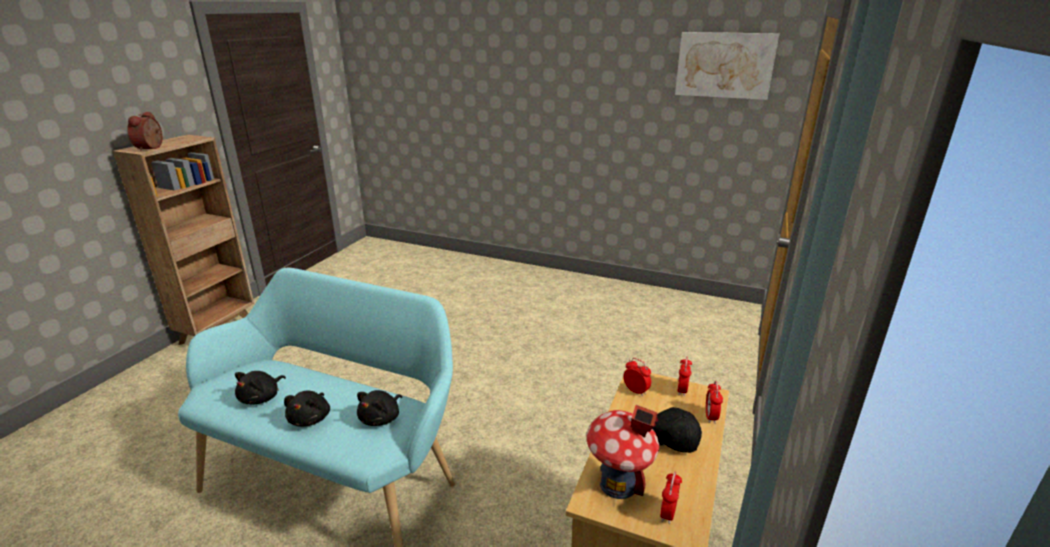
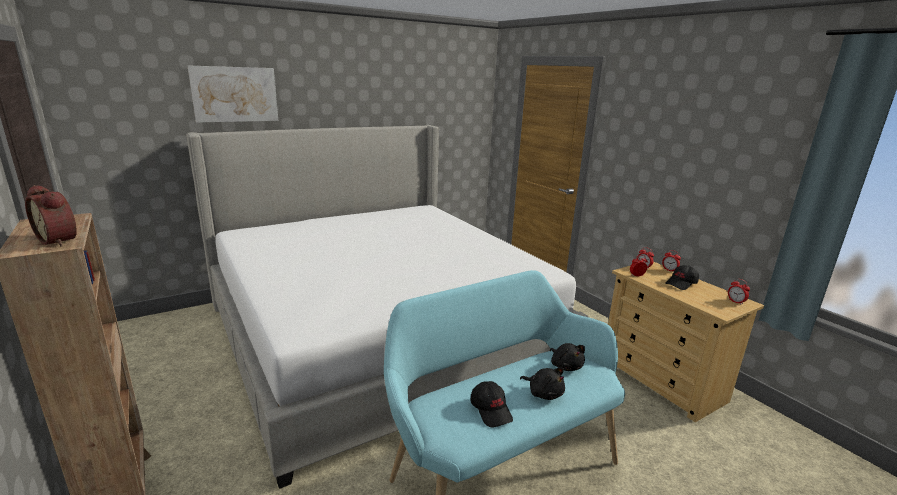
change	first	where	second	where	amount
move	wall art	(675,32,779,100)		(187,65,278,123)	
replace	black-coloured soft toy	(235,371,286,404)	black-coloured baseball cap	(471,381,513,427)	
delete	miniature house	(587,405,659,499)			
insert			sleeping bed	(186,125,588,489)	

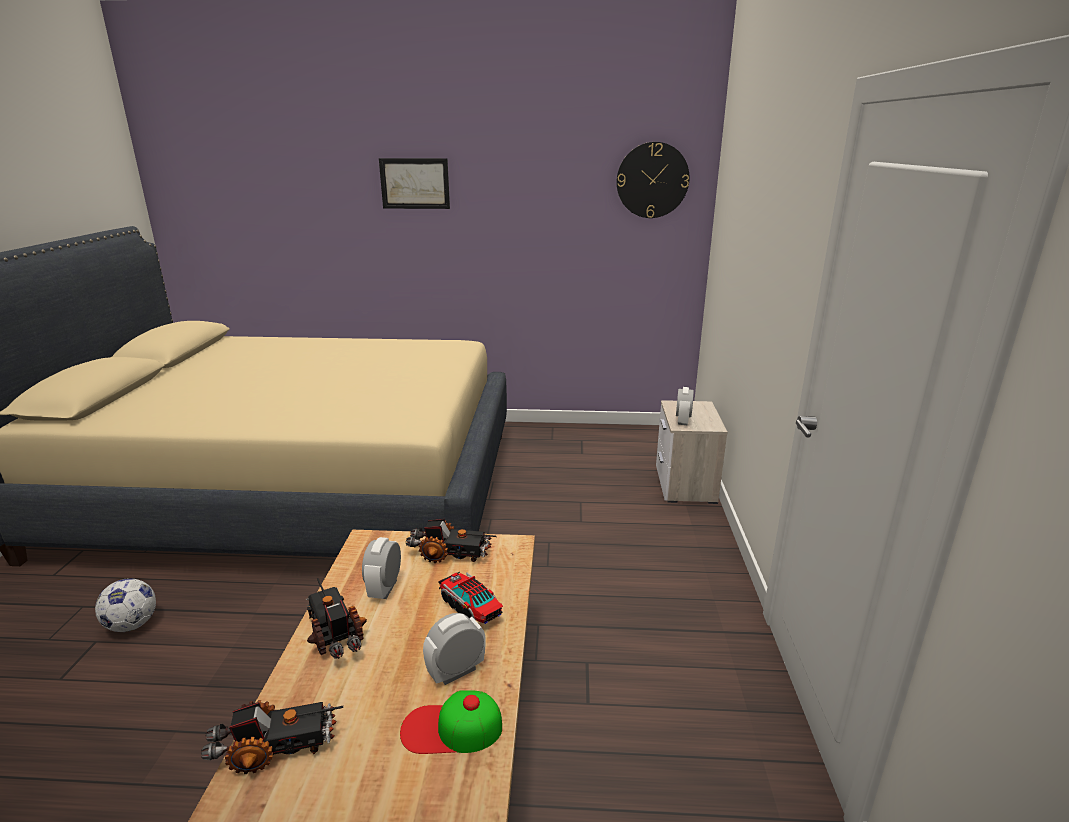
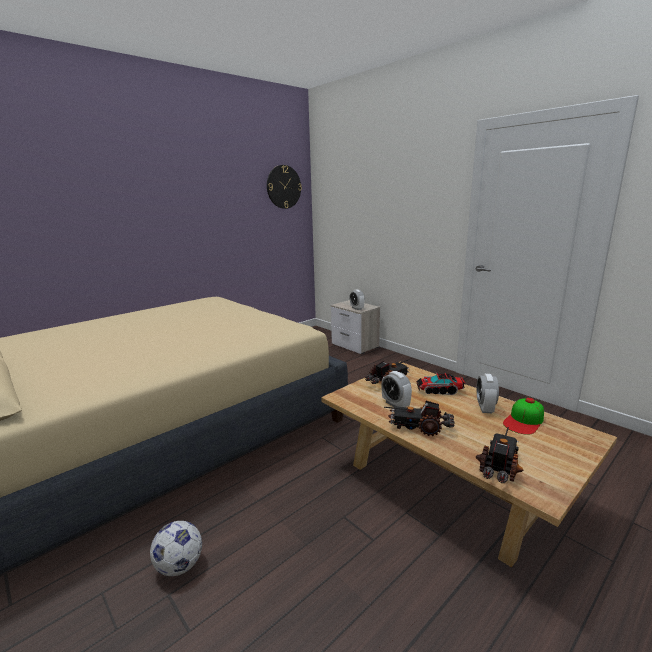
change	first	where	second	where	amount
delete	wall art	(379,158,450,209)			

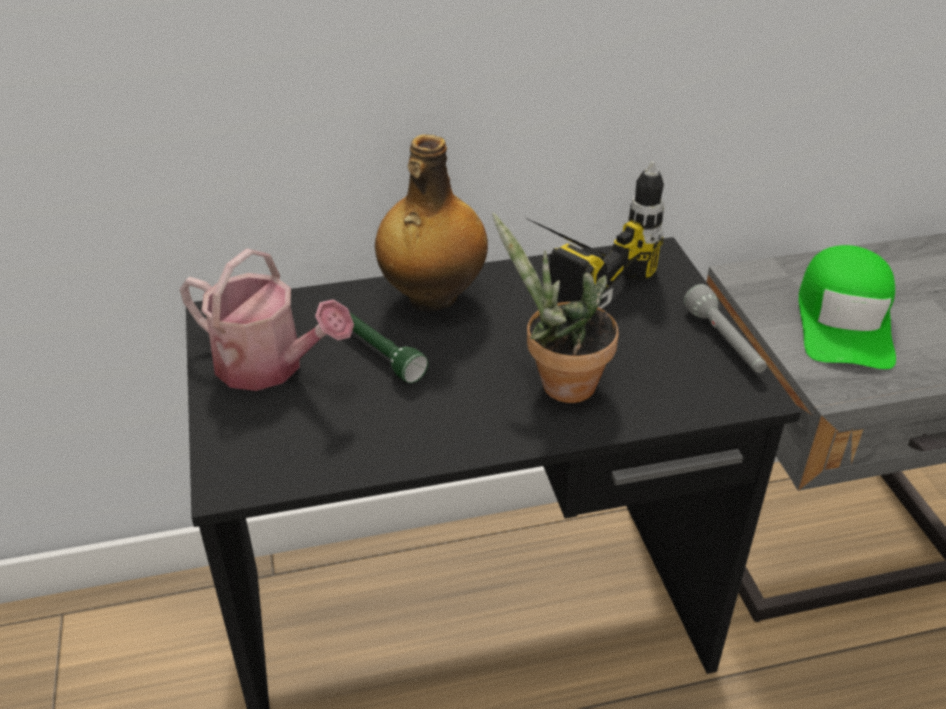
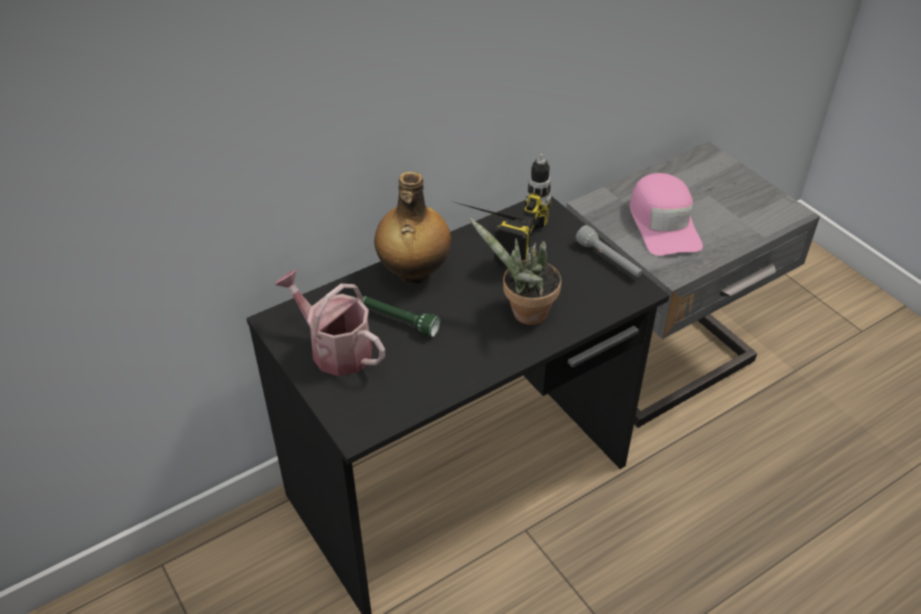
change	first	where	second	where	amount
recolor	green baseball cap	(799,245,896,369)	pink baseball cap	(630,173,703,256)	
rotate	watering pot	(180,248,354,391)		(274,270,385,376)	150 degrees counterclockwise

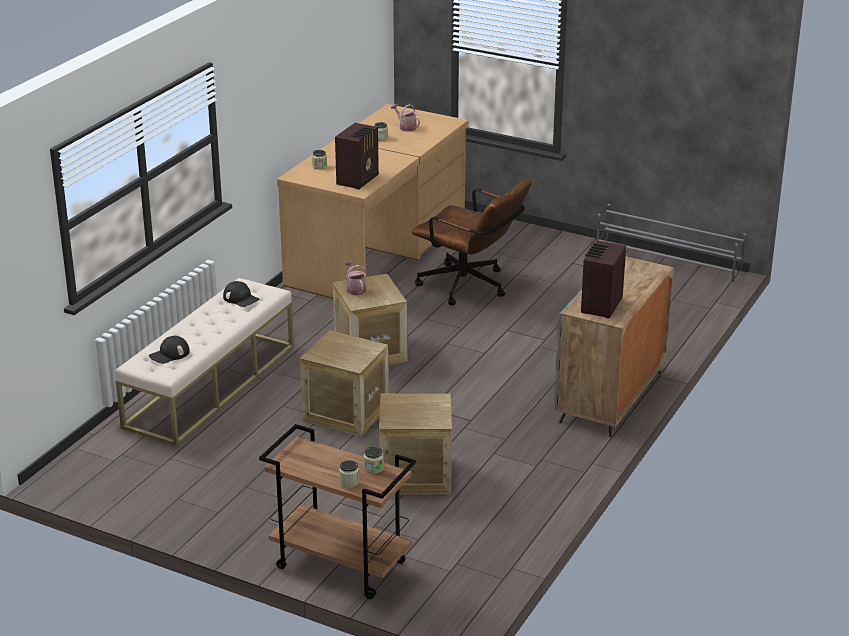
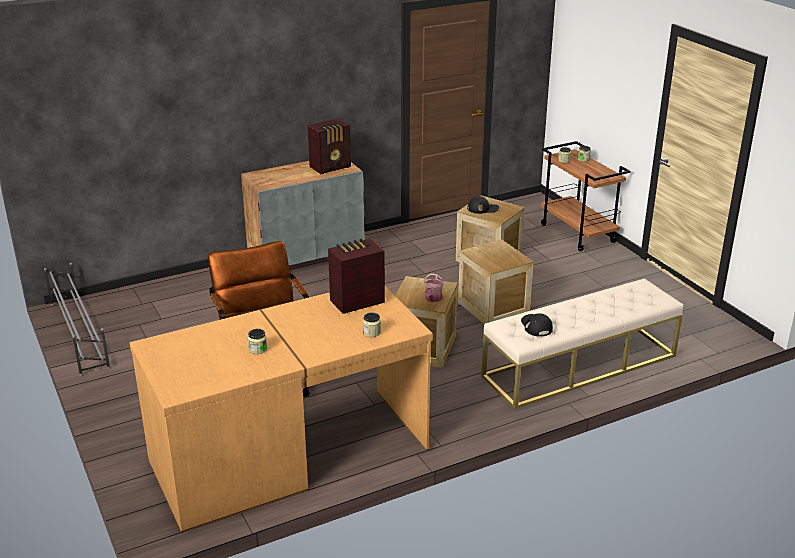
change	first	where	second	where	amount
delete	watering pot	(391,104,420,132)			
move	black-coloured baseball cap	(149,336,190,364)		(467,196,499,214)	

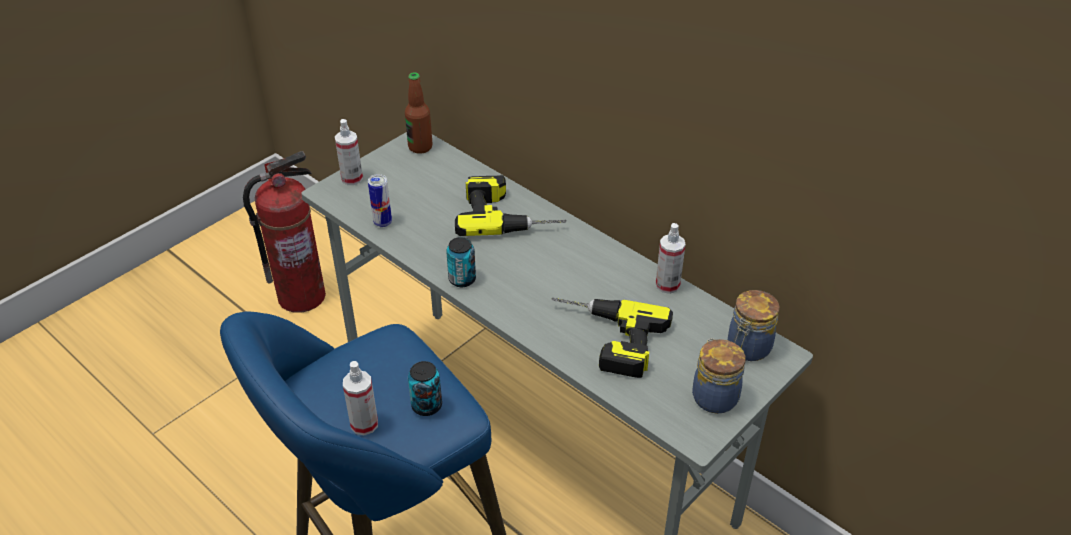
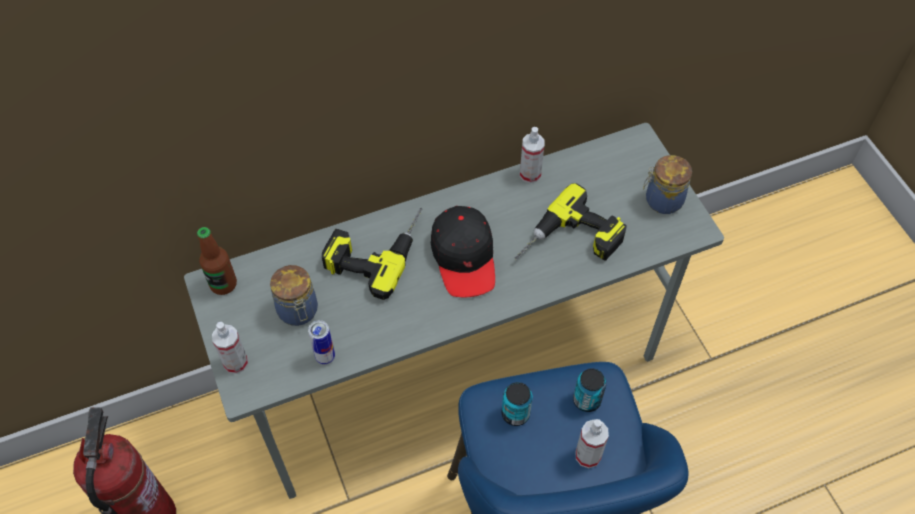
change	first	where	second	where	amount
move	metal can	(446,237,476,287)		(501,382,533,426)	
move	preserve jar	(728,290,780,361)		(270,265,318,326)	
insert			black-coloured baseball cap	(431,206,495,297)	

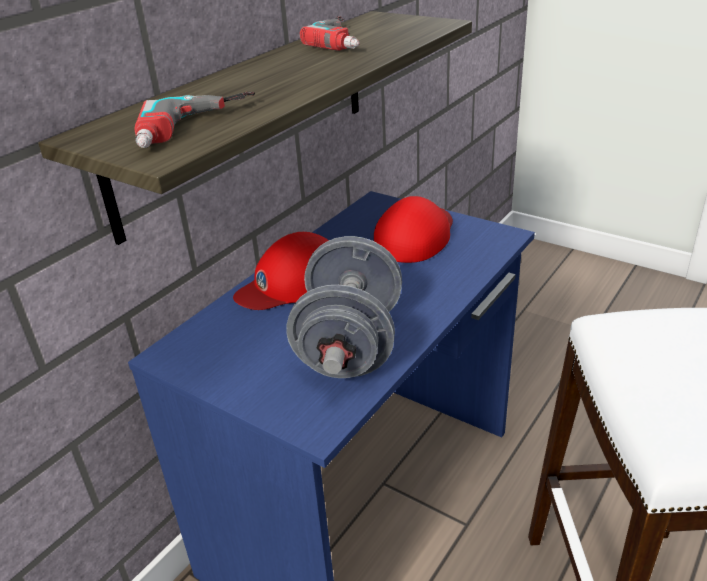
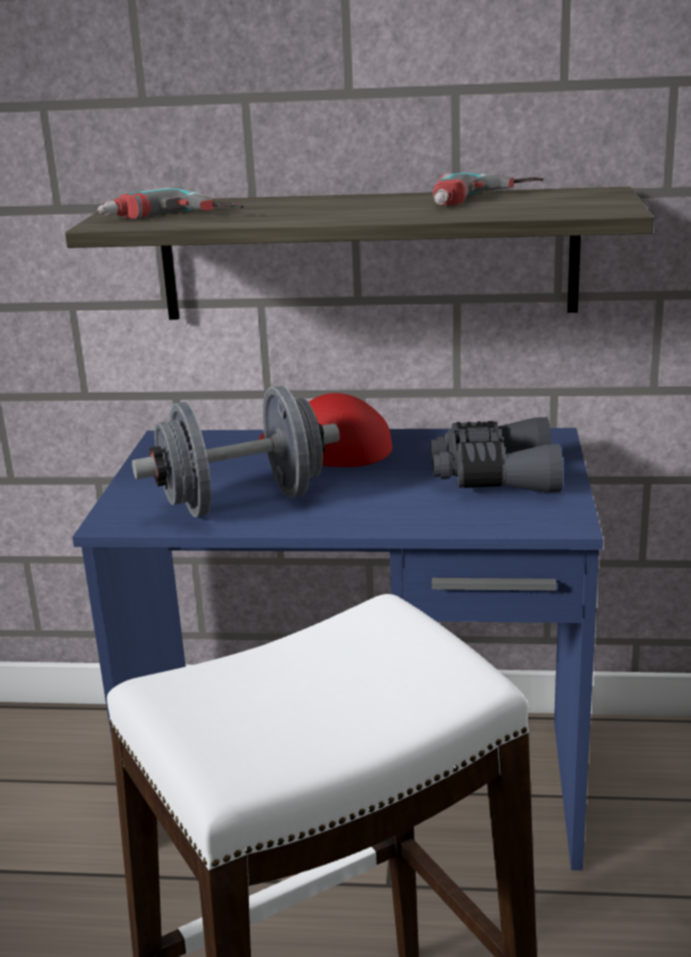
change	first	where	second	where	amount
replace	red baseball cap	(374,196,453,263)	greyish binoculars	(430,417,563,493)	

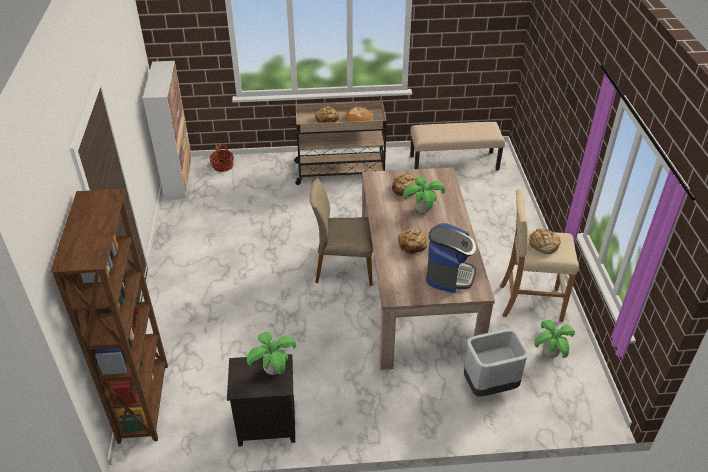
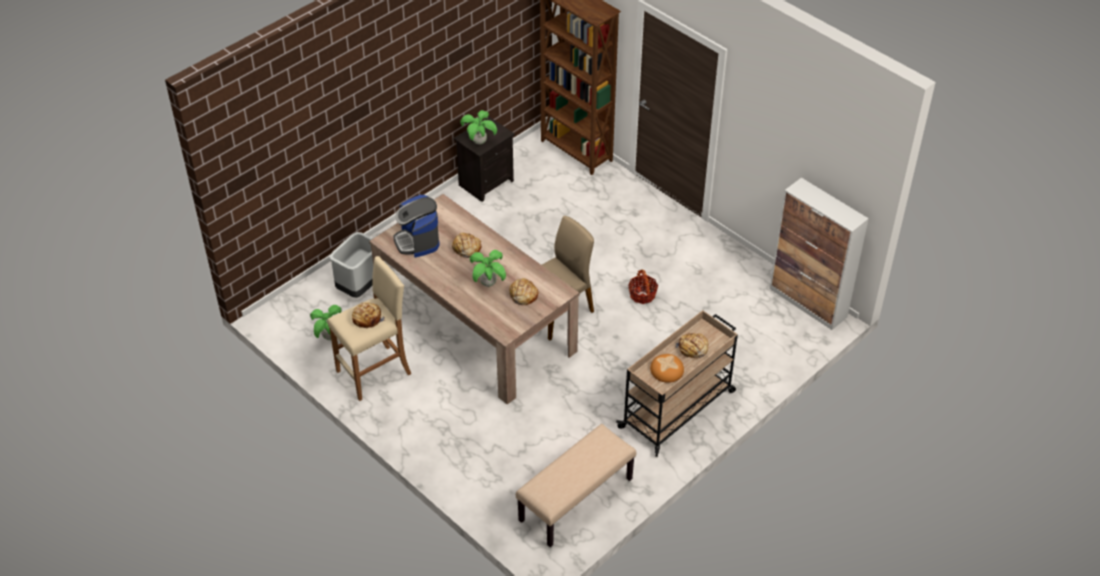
change	first	where	second	where	amount
move	basket	(209,143,234,172)		(628,270,658,304)	

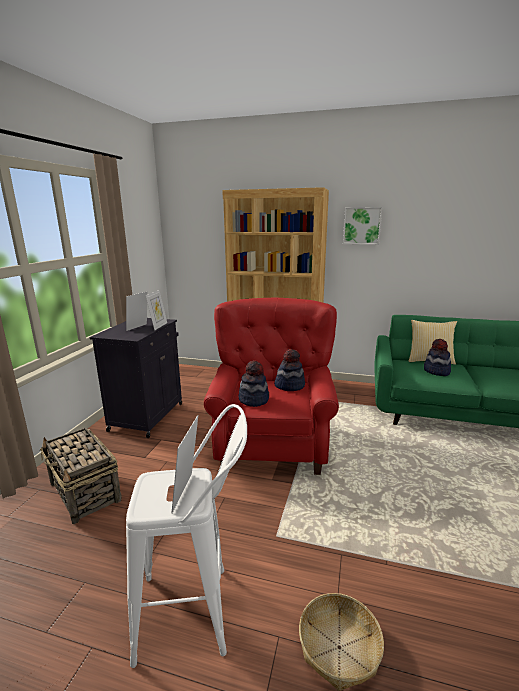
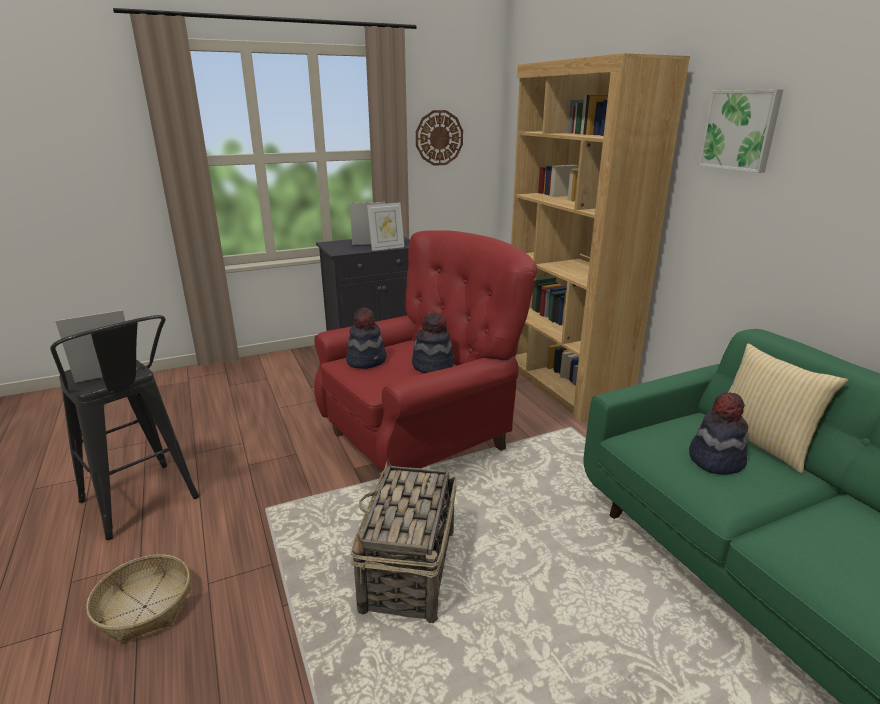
change	first	where	second	where	amount
recolor	white stool	(126,404,247,668)	black-coloured stool	(50,315,199,540)	
move	basket	(40,428,121,524)		(350,459,457,623)	
insert			wall clock	(416,110,463,166)	

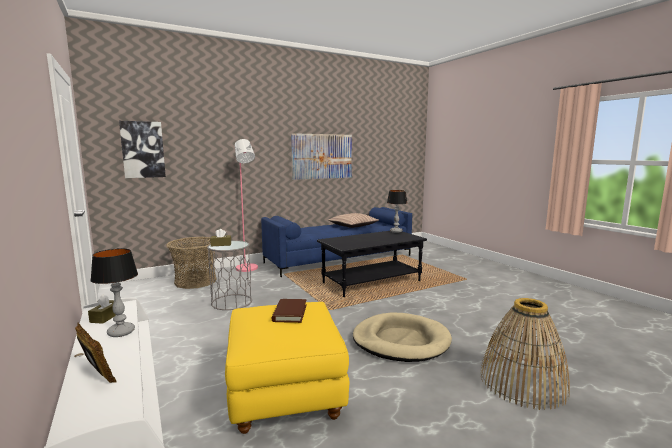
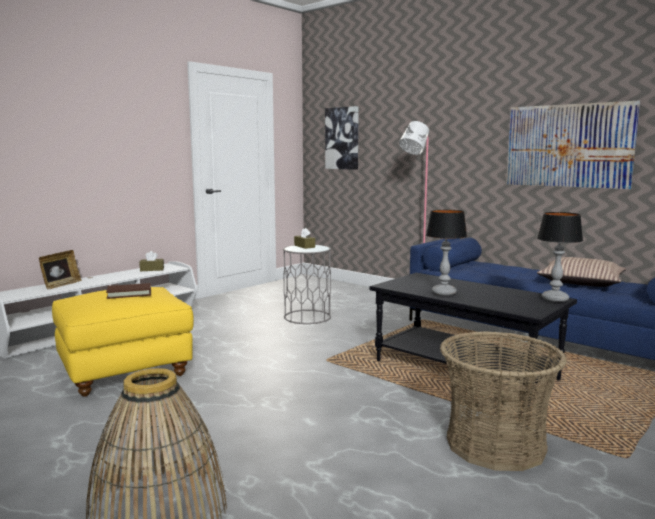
change	first	where	second	where	amount
move	basket	(166,237,216,289)		(440,331,567,471)	
move	lamp for a table	(90,248,138,337)		(426,209,467,296)	
delete	beige-coloured dog bed	(353,312,452,362)			

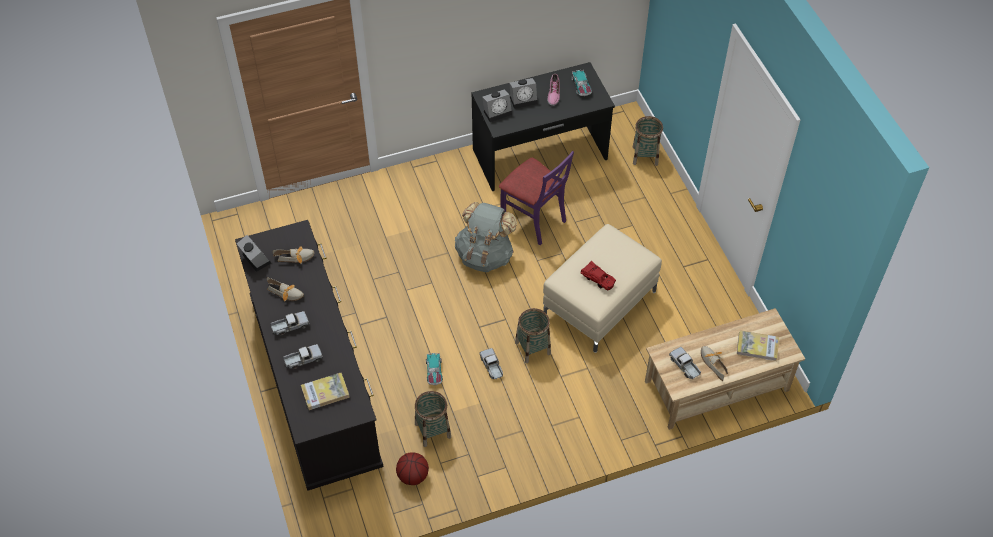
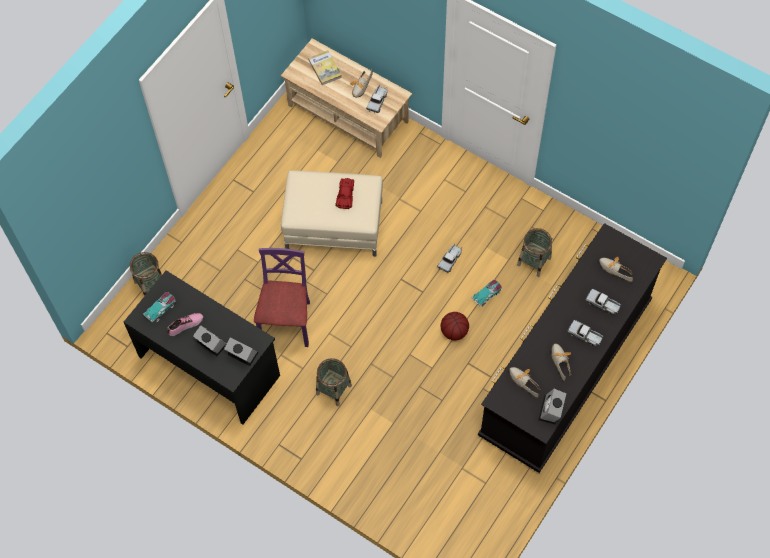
change	first	where	second	where	amount
delete	greyish knapsack	(455,202,517,272)			
move	basket	(515,308,551,363)		(316,358,352,406)	
replace	book	(301,373,350,410)	item of footwear	(599,257,633,283)	
move	basketball	(396,452,429,485)		(441,312,469,340)	

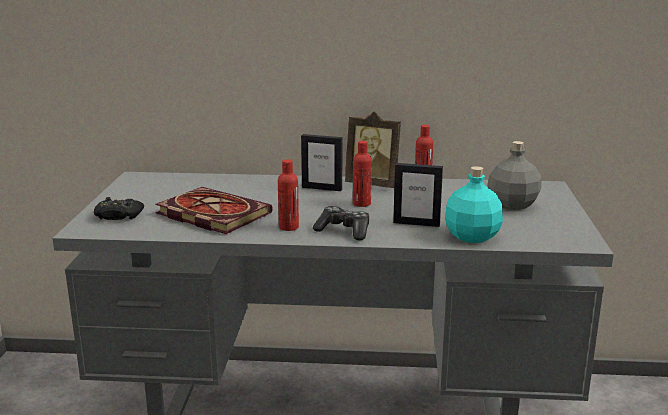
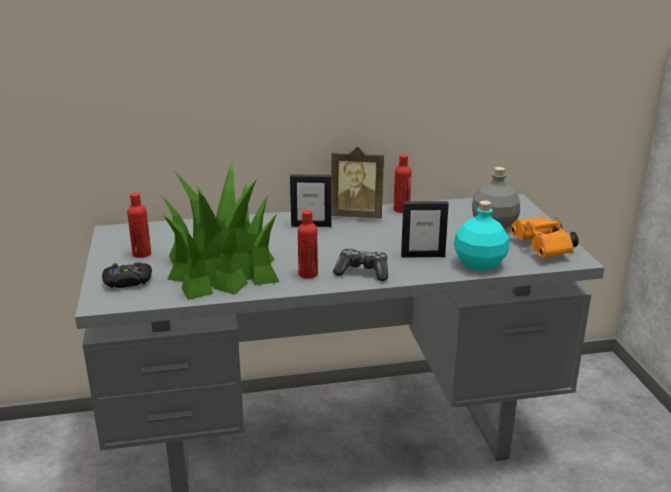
change	first	where	second	where	amount
move	red drink bottle	(353,141,372,207)		(127,192,151,258)	
replace	book	(155,187,272,234)	plant in a pot	(162,162,280,300)	
insert			orangey binoculars	(510,217,579,258)	

